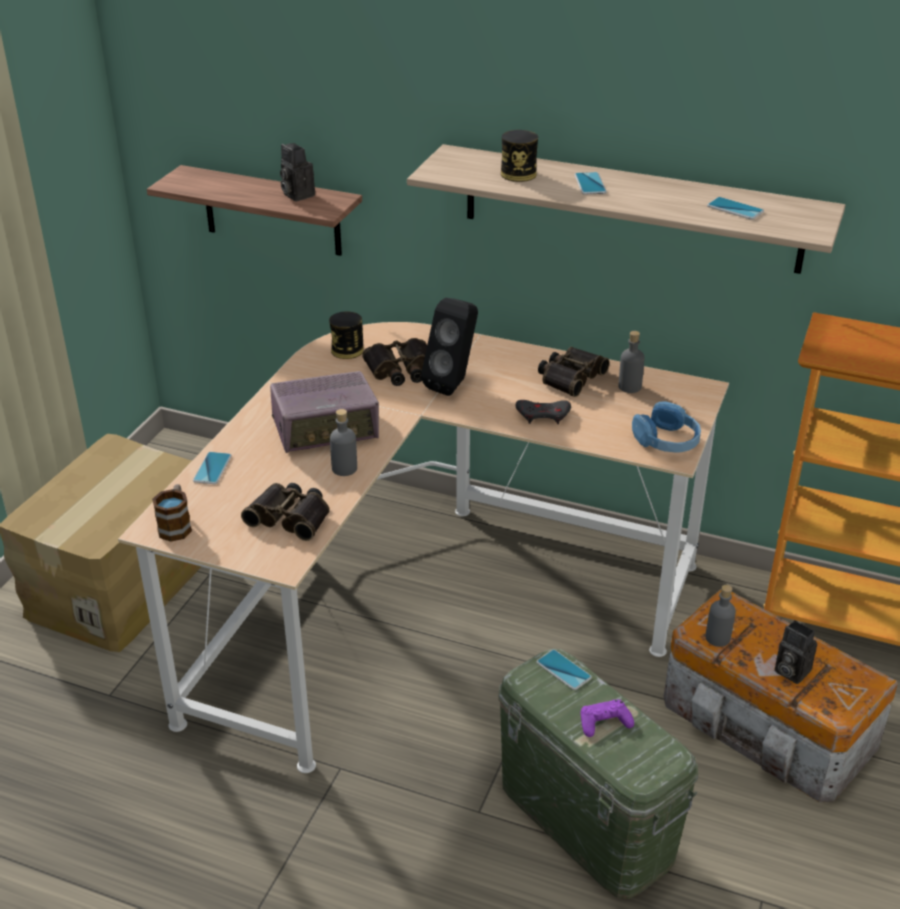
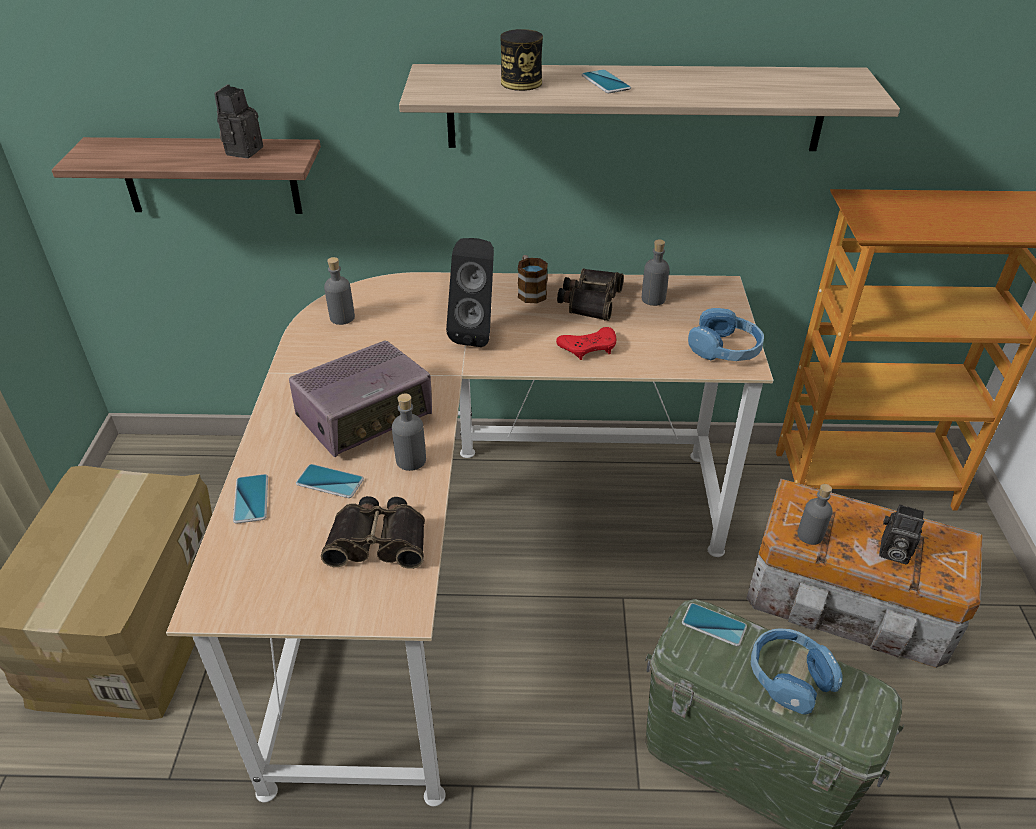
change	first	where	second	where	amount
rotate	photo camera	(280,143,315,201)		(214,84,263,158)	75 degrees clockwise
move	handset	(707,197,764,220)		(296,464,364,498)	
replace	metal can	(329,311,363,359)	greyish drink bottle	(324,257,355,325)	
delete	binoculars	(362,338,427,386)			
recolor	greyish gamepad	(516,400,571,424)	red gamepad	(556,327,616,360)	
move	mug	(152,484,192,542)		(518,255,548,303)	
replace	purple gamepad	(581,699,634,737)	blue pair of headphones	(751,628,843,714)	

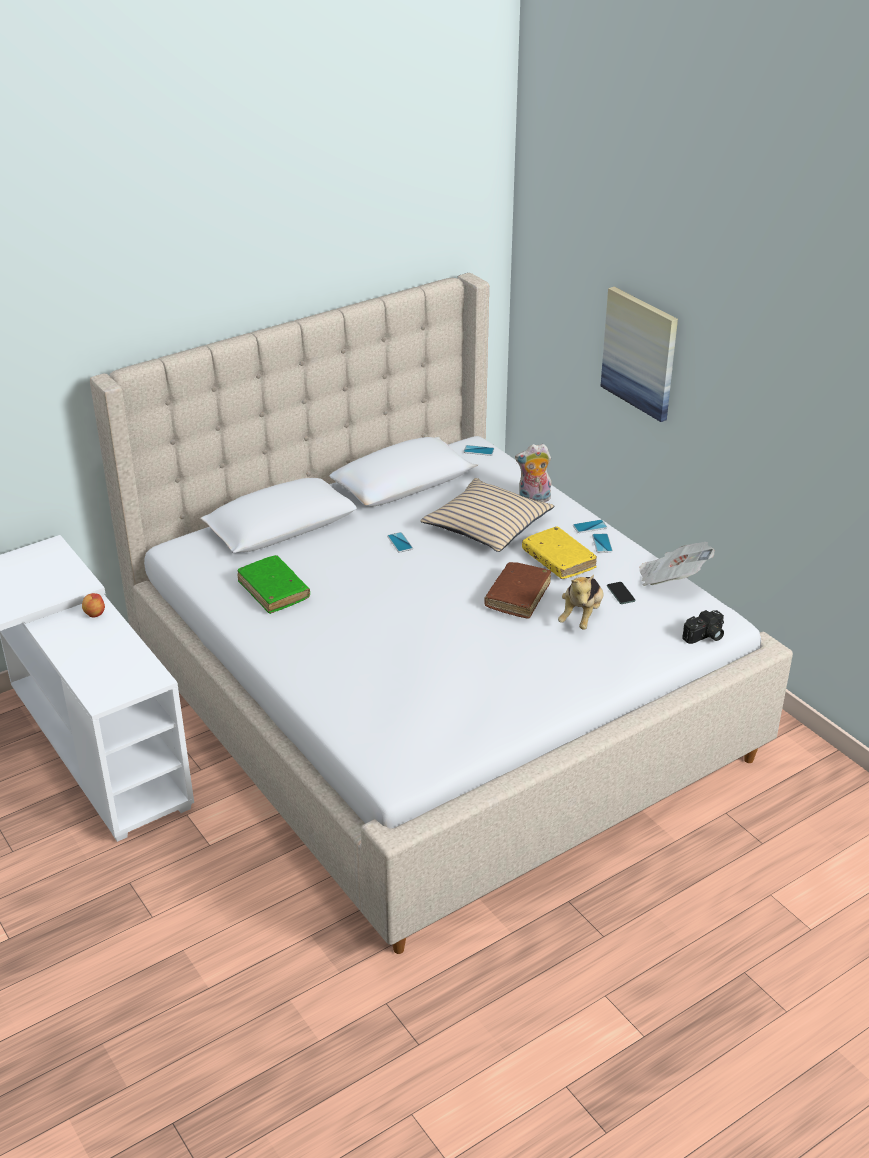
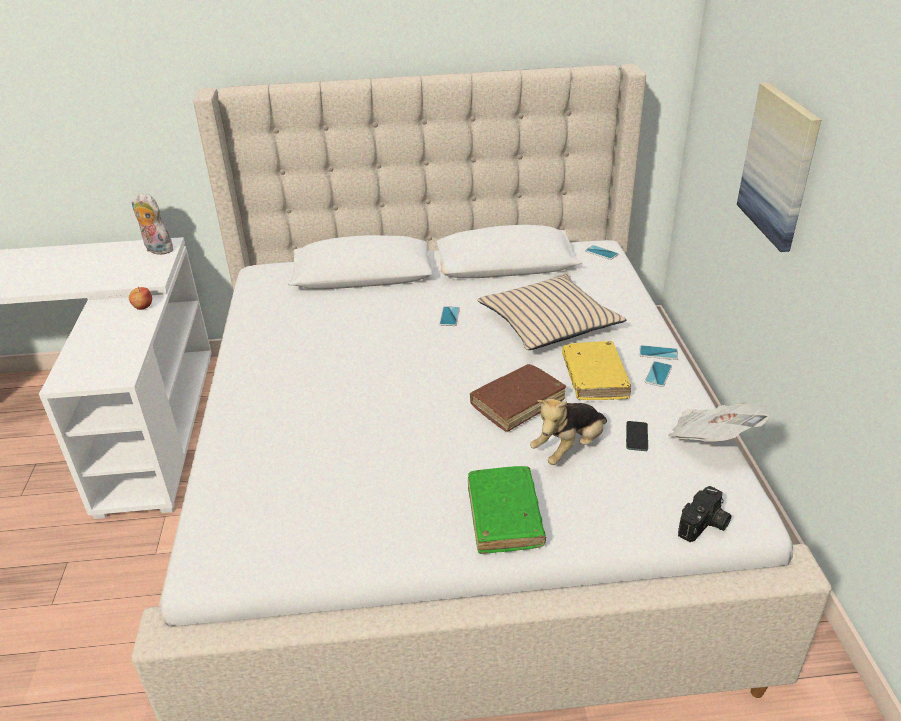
change	first	where	second	where	amount
move	soft toy	(515,444,552,502)		(132,193,173,255)	
move	green book	(238,555,310,614)		(468,466,546,554)	
rotate	photo camera	(682,610,724,644)		(678,486,731,542)	45 degrees counterclockwise

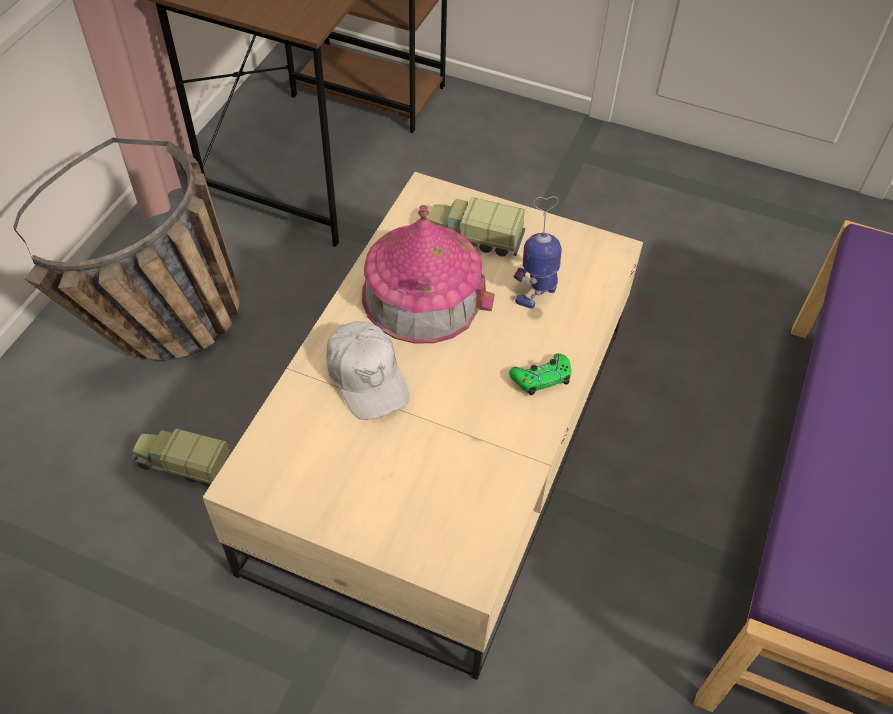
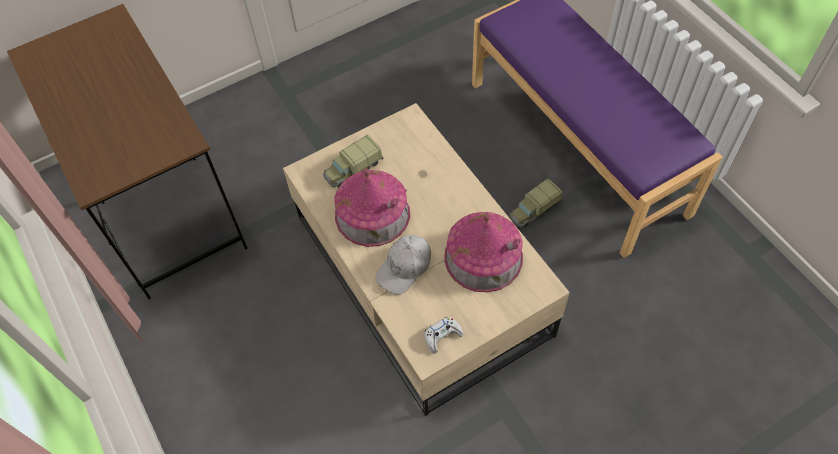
change	first	where	second	where	amount
delete	basket	(13,138,240,361)			
delete	toy robot	(514,196,562,309)			
rotate	white baseball cap	(326,321,410,420)		(376,235,431,295)	120 degrees clockwise
delete	green gamepad	(509,353,571,396)			
move	toy lorry	(132,429,231,486)		(509,179,562,228)	
insert			miniature house	(444,212,523,292)	
insert			white gamepad	(424,317,463,353)	

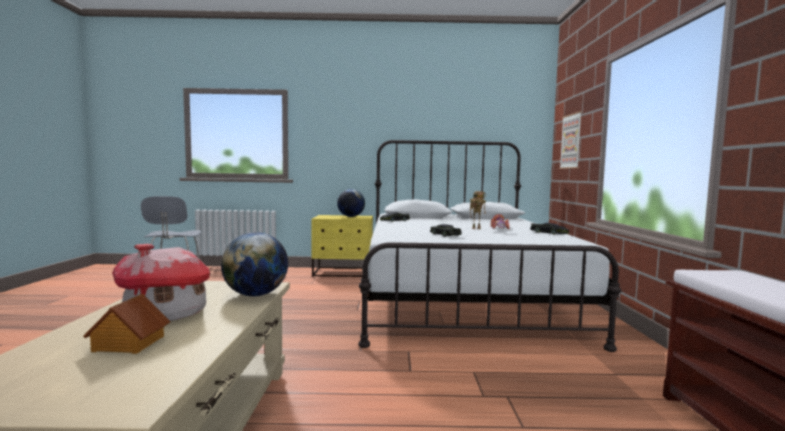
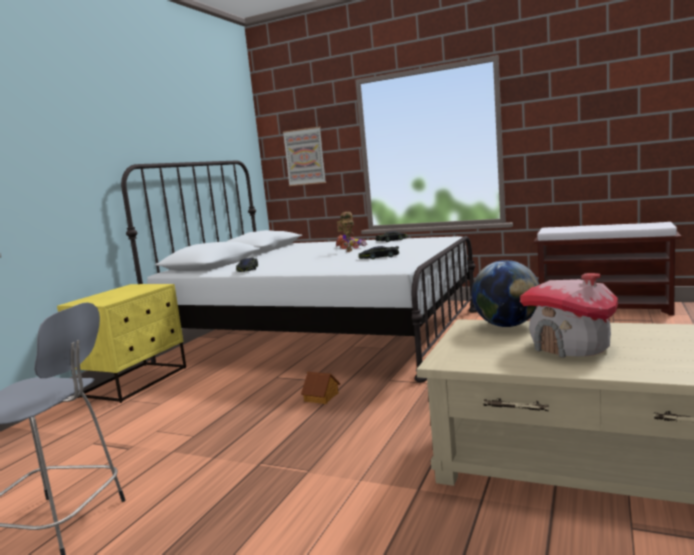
change	first	where	second	where	amount
delete	desk globe	(337,189,365,217)			
move	miniature house	(83,294,170,354)		(301,372,340,404)	

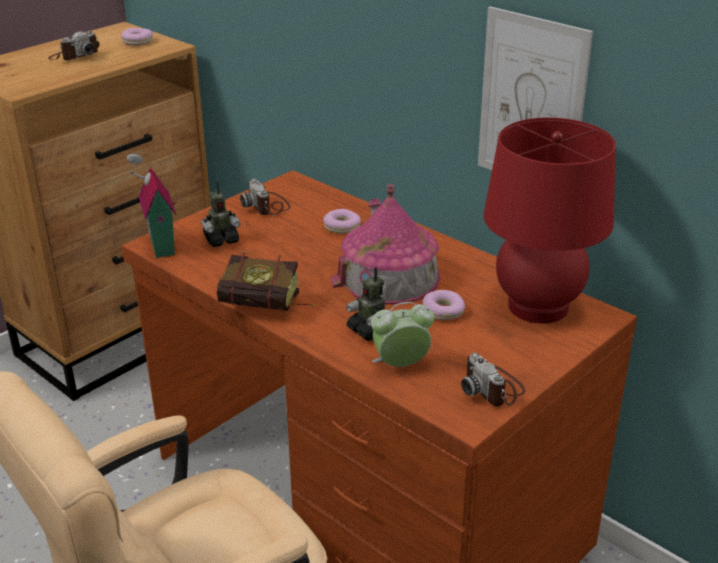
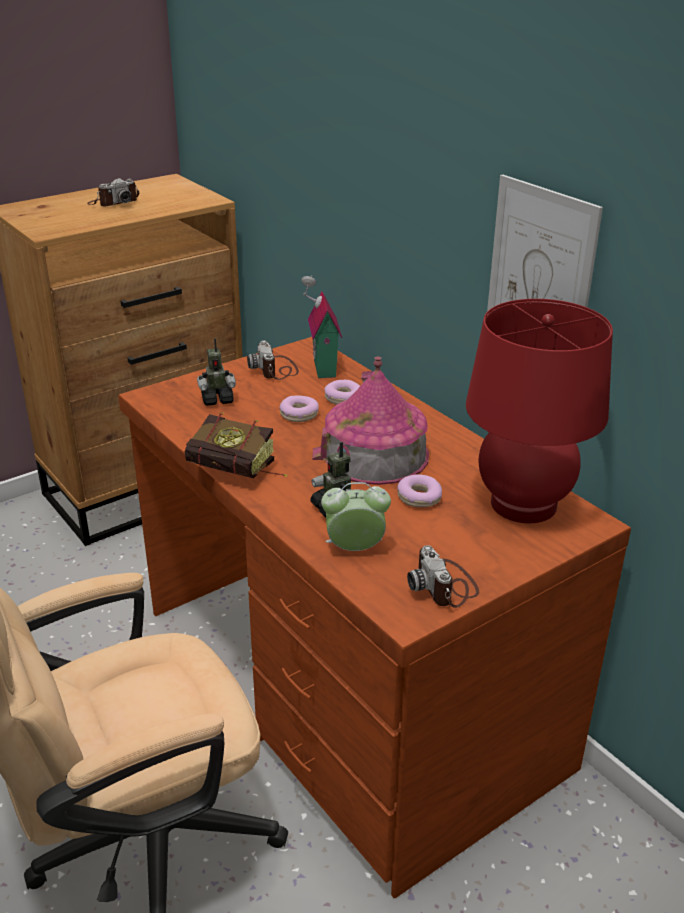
change	first	where	second	where	amount
move	ring doughnut	(121,28,153,46)		(280,396,319,422)	
move	miniature house	(127,152,176,258)		(301,275,342,378)	

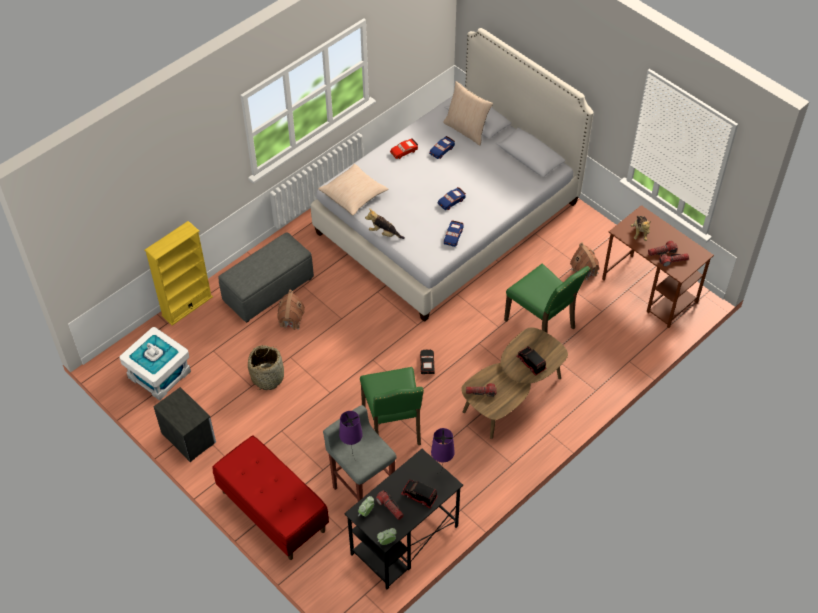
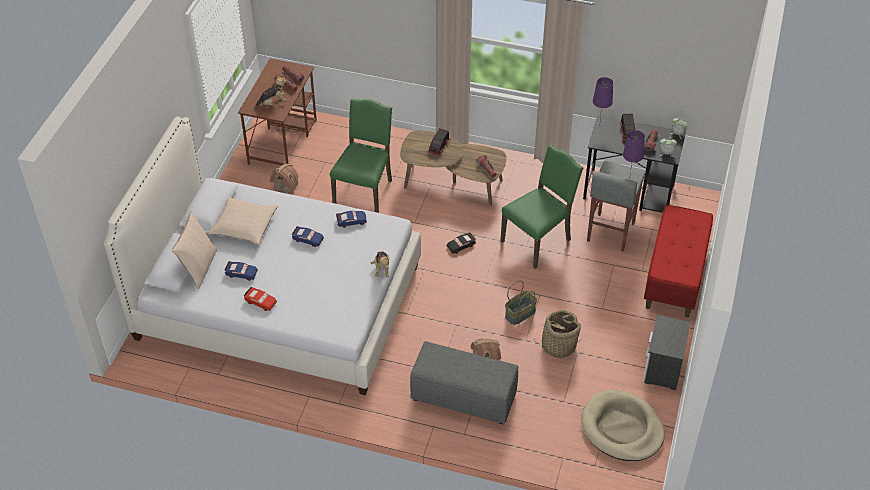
change	first	where	second	where	amount
move	beige-coloured cushion	(318,164,388,216)		(208,197,278,244)	
delete	yellow-coloured bookcase	(144,221,213,325)			
replace	white storage bin	(120,327,191,401)	beige-coloured dog bed	(581,390,665,461)	
insert			basket	(505,280,537,325)	

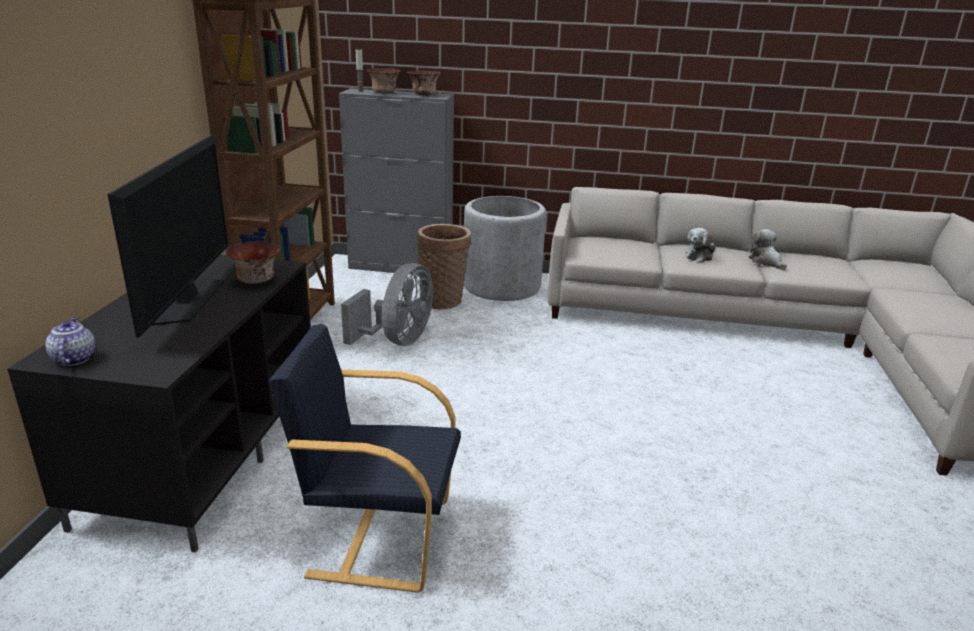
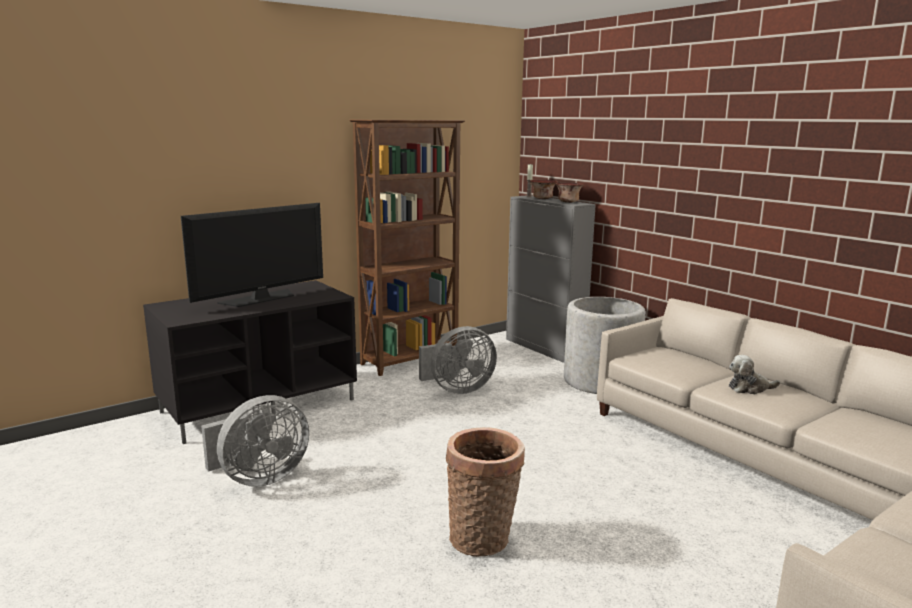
change	first	where	second	where	amount
move	basket	(417,224,471,309)		(446,427,525,557)	
delete	soft toy	(748,229,787,270)			
delete	serving bowl	(227,241,280,284)			
delete	tea pot	(45,317,95,366)			
replace	black-coloured armchair	(268,324,461,593)	greyish cooling fan	(201,395,309,487)	

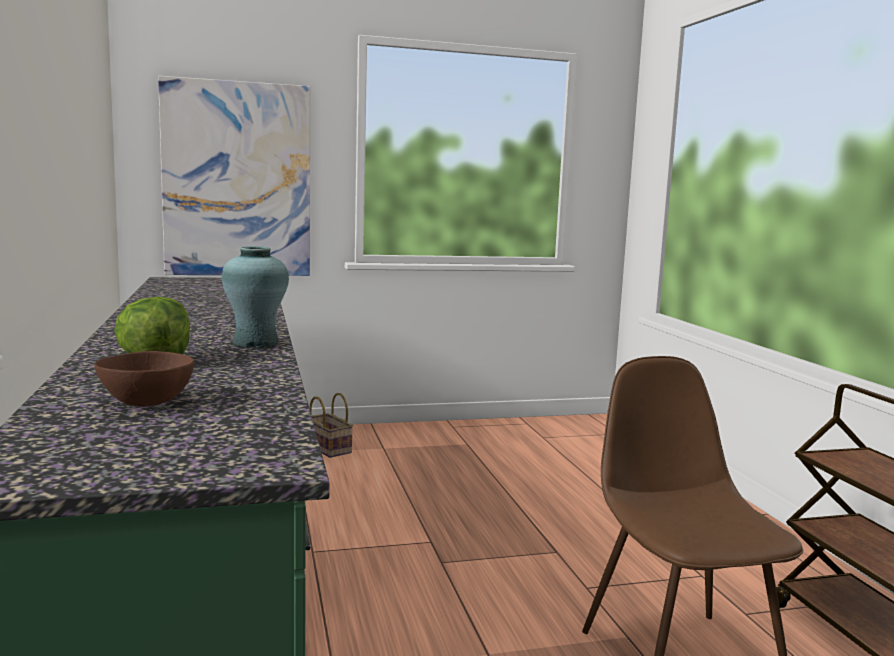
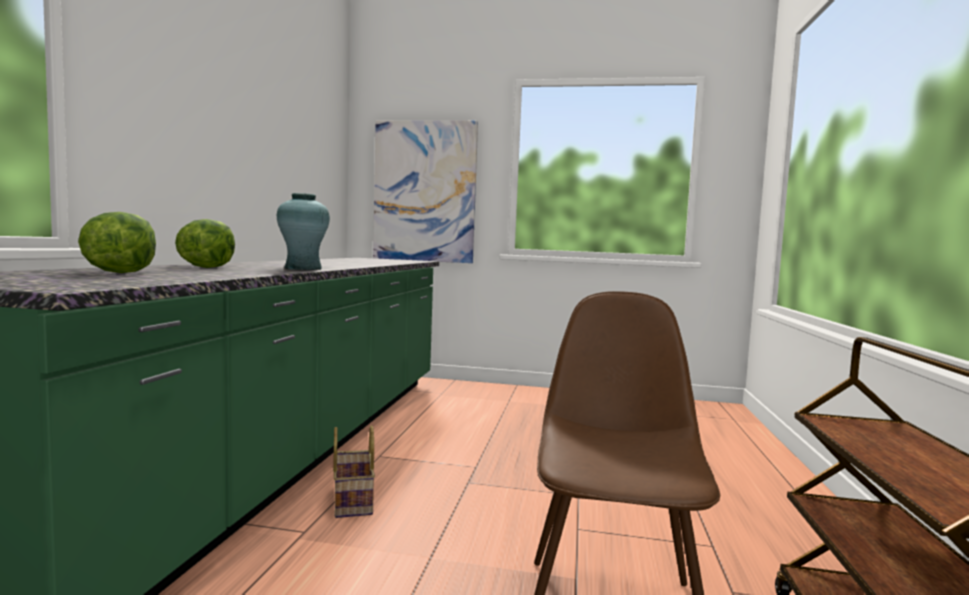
change	first	where	second	where	amount
replace	brownish serving bowl	(94,351,194,407)	head of lettuce	(78,212,156,273)	
move	basket	(309,393,353,458)		(333,425,375,518)	

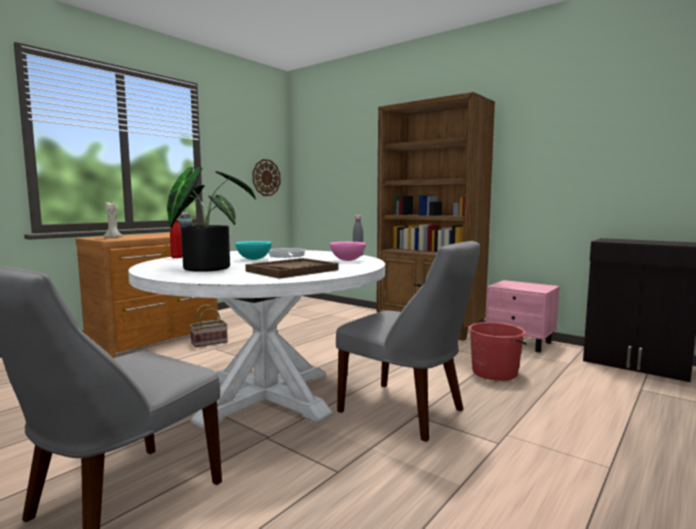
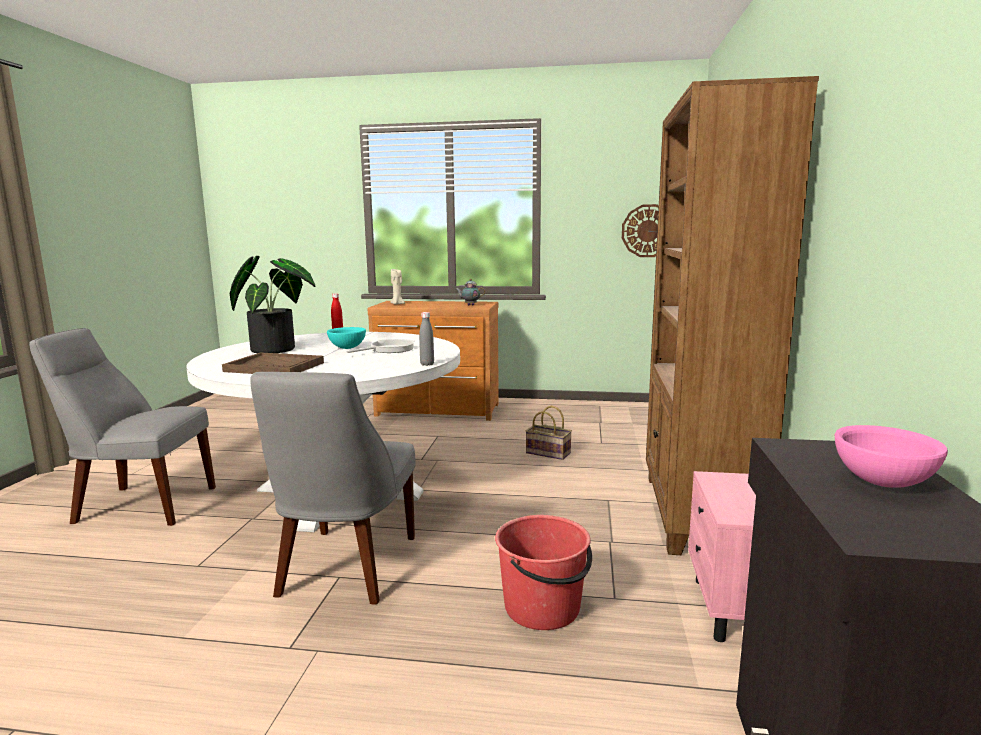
change	first	where	second	where	amount
move	pink serving bowl	(330,242,366,261)		(835,425,948,488)	
move	basket	(190,305,228,348)		(525,406,572,460)	

